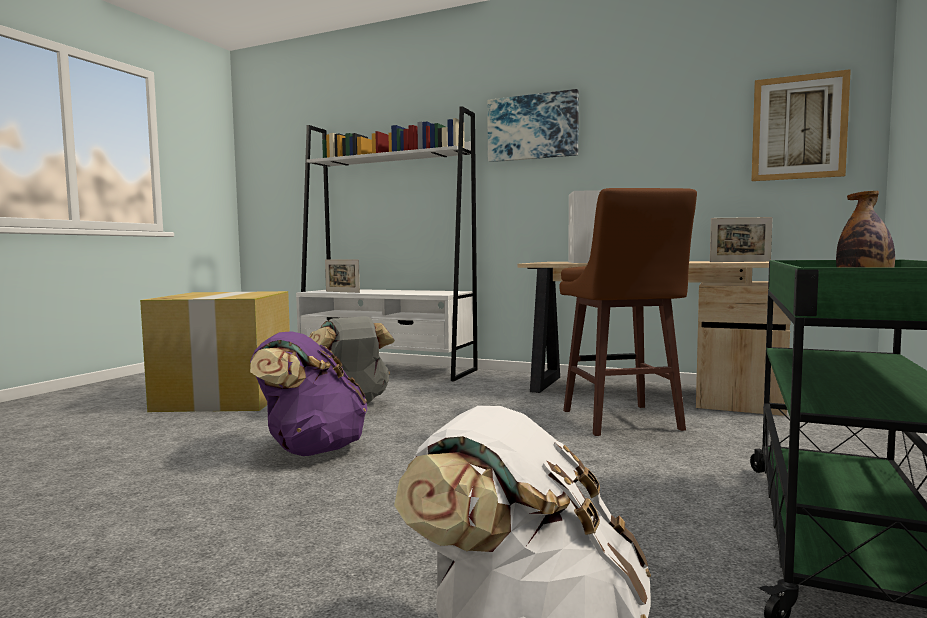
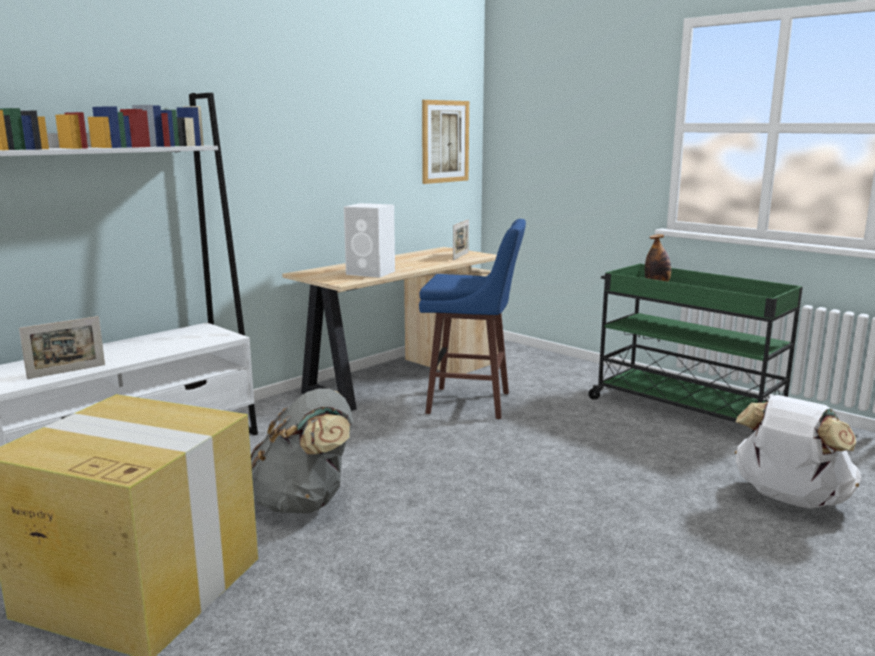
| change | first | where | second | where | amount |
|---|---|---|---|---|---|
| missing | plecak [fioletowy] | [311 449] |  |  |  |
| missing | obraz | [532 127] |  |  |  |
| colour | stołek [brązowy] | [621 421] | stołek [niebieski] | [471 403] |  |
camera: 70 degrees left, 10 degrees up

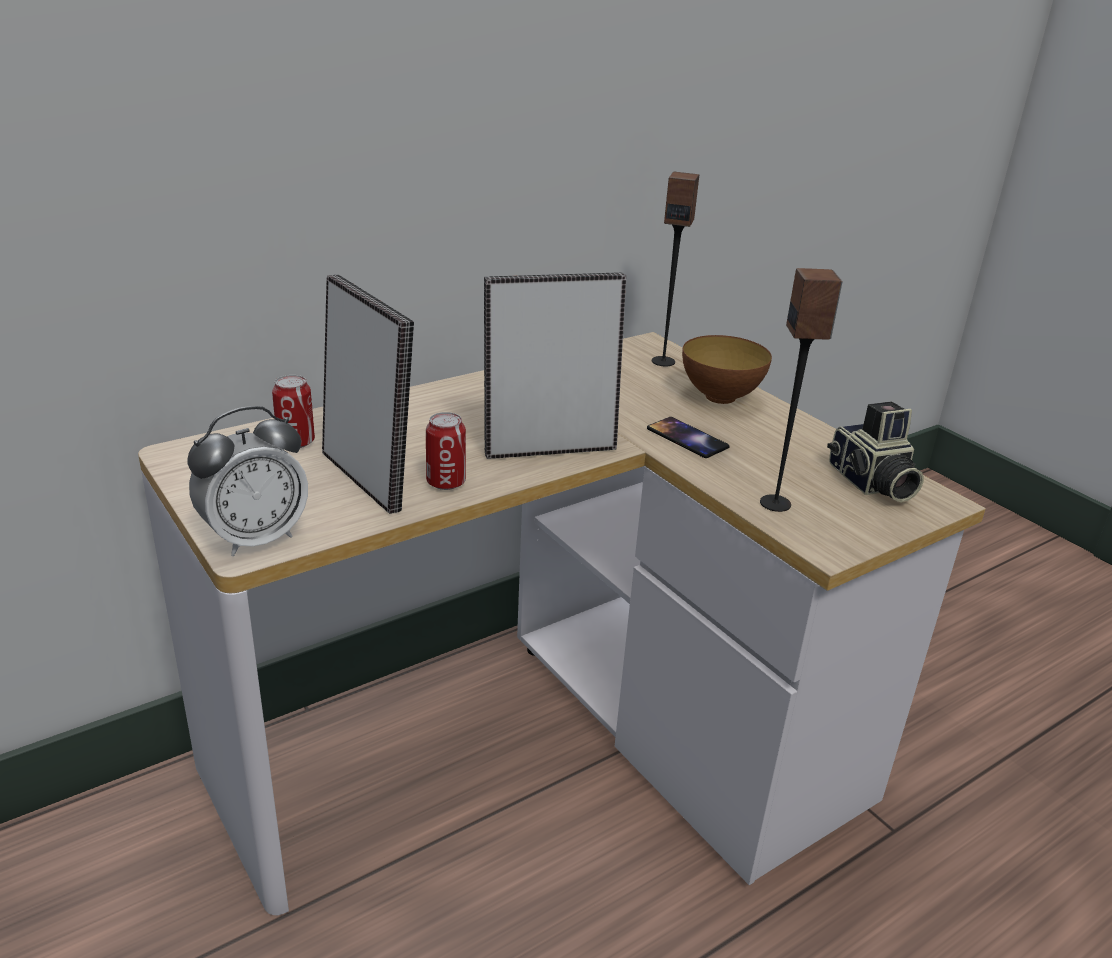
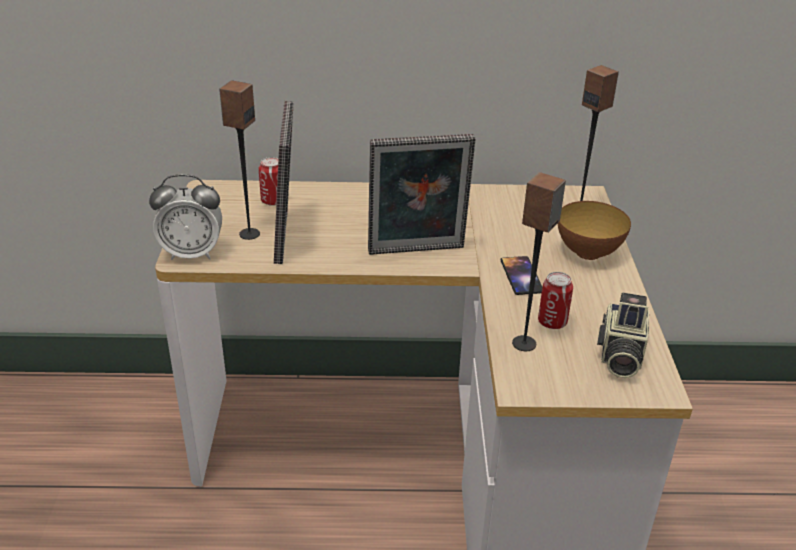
| change | first | where | second | where | amount |
|---|---|---|---|---|---|
| relocated | puszka | [446 482] |  | [552 322] |  |
| spun | ramka na zdjęcie | [549 448] |  | [417 252] | 150 degrees clockwise |
| appeared |  |  | głośnik | [249 234] |  |
camera: 35 degrees right, 5 degrees up

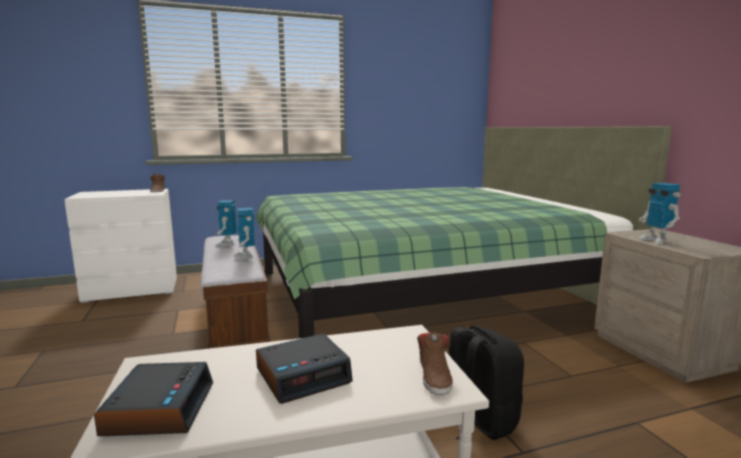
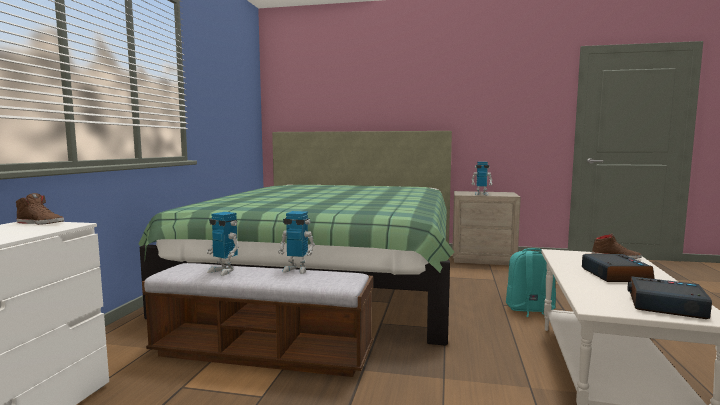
| change | first | where | second | where | amount |
|---|---|---|---|---|---|
| colour | plecak [czarny] | [479 420] | plecak [turkusowy] | [529 309] |  |
camera: 60 degrees left, 5 degrees down

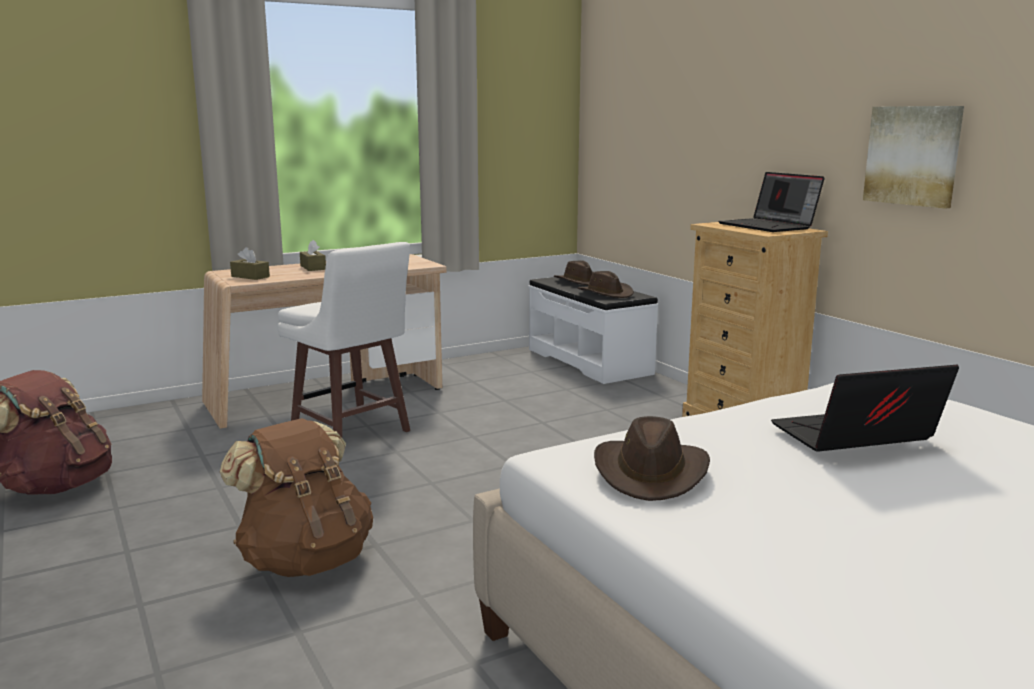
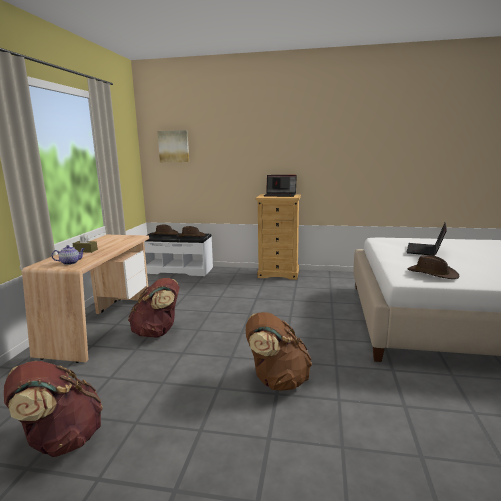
| change | first | where | second | where | amount |
|---|---|---|---|---|---|
| exchanged | pudełko chusteczek [brązowy] | [250 276] | imbryk | [70 262] |  |
| exchanged | stołek [biały] | [351 432] | plecak [brązowy] | [157 332] |  |
| relocated | obraz | [913 155] |  | [174 146] |  |
camera: 50 degrees left, 0 degrees up

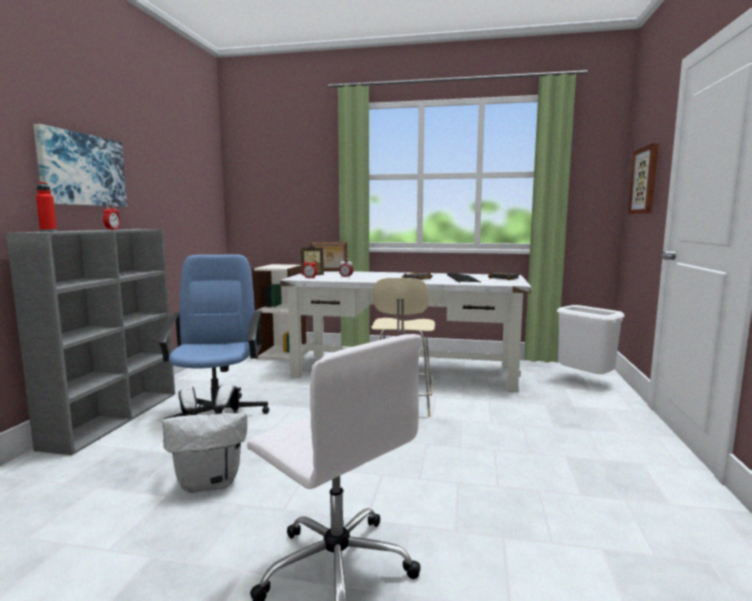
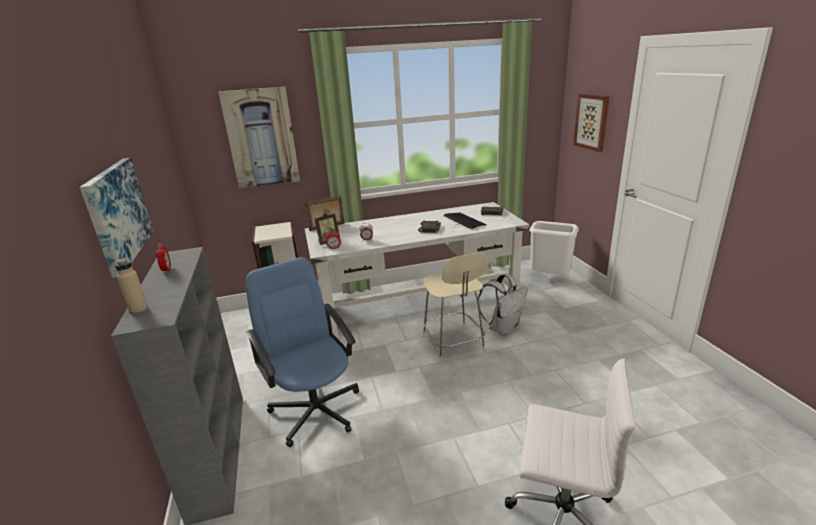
| change | first | where | second | where | amount |
|---|---|---|---|---|---|
| colour | butelka [czerwony] | [48 231] | butelka [beżowy] | [139 310] |  |
| relocated | plecak [biały] | [211 482] |  | [503 328] |  |
| appeared |  |  | obraz | [261 138] |  |
camera: 25 degrees left, 15 degrees up

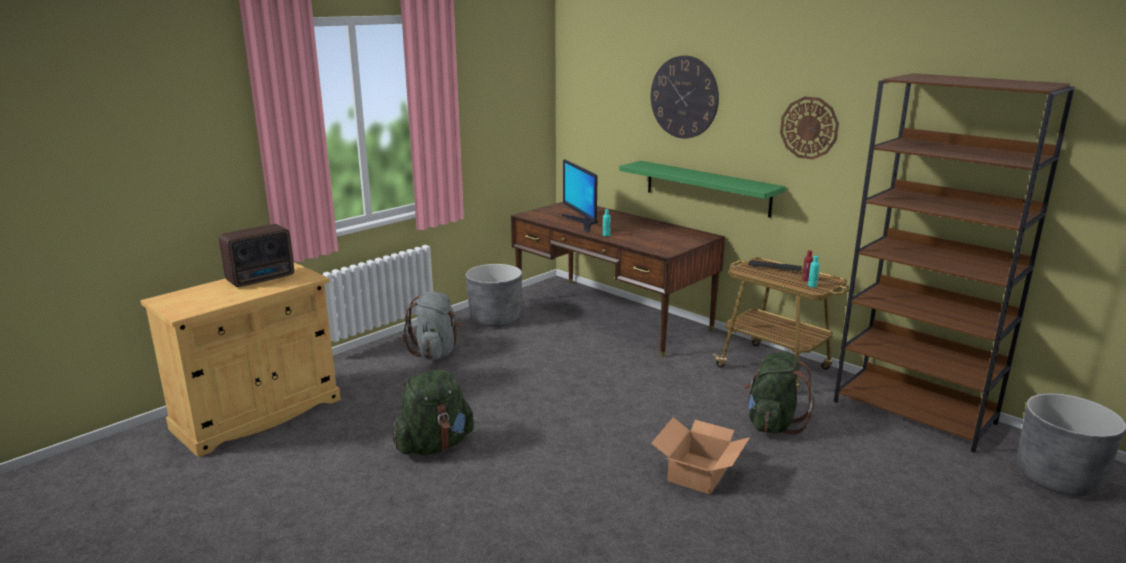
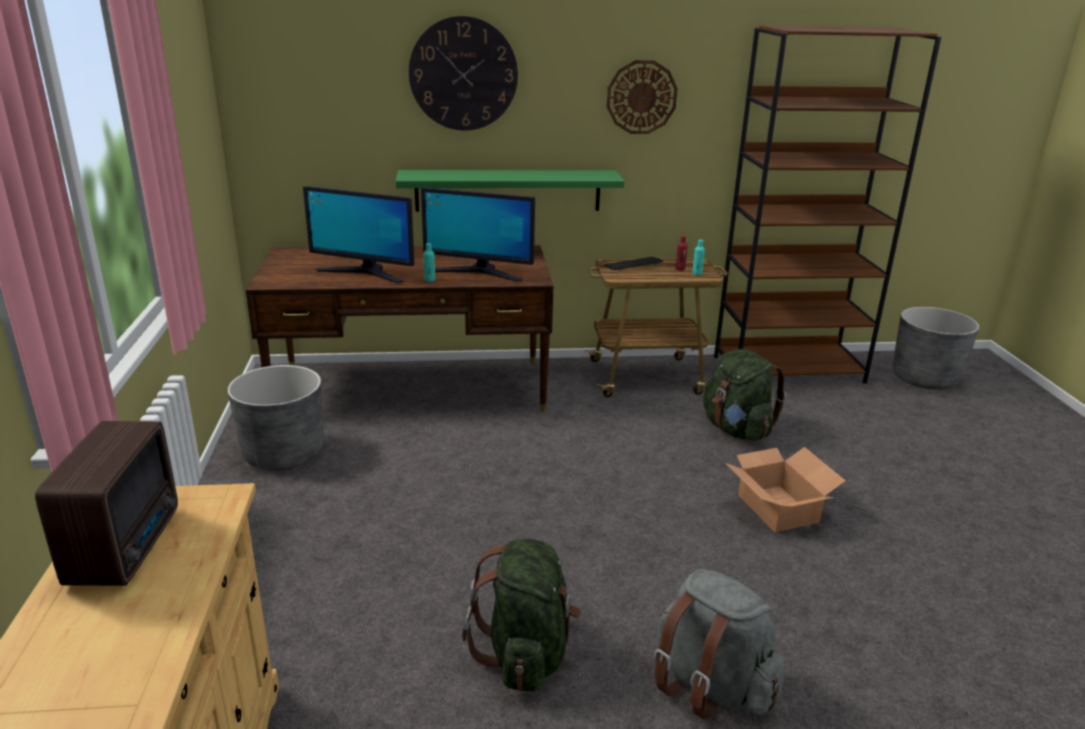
| change | first | where | second | where | amount |
|---|---|---|---|---|---|
| relocated | plecak [szary] | [436 352] |  | [710 685] |  |
| appeared |  |  | monitor | [479 272] |  |
camera: 50 degrees left, 5 degrees up

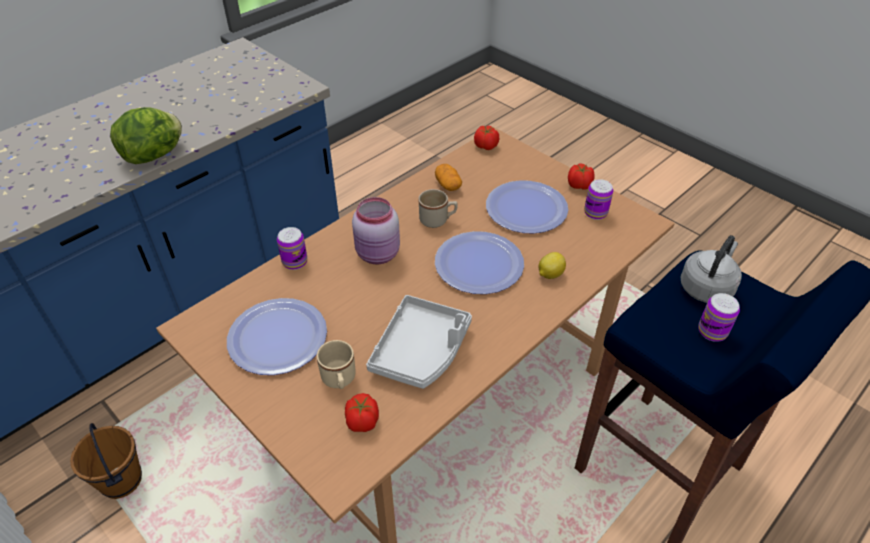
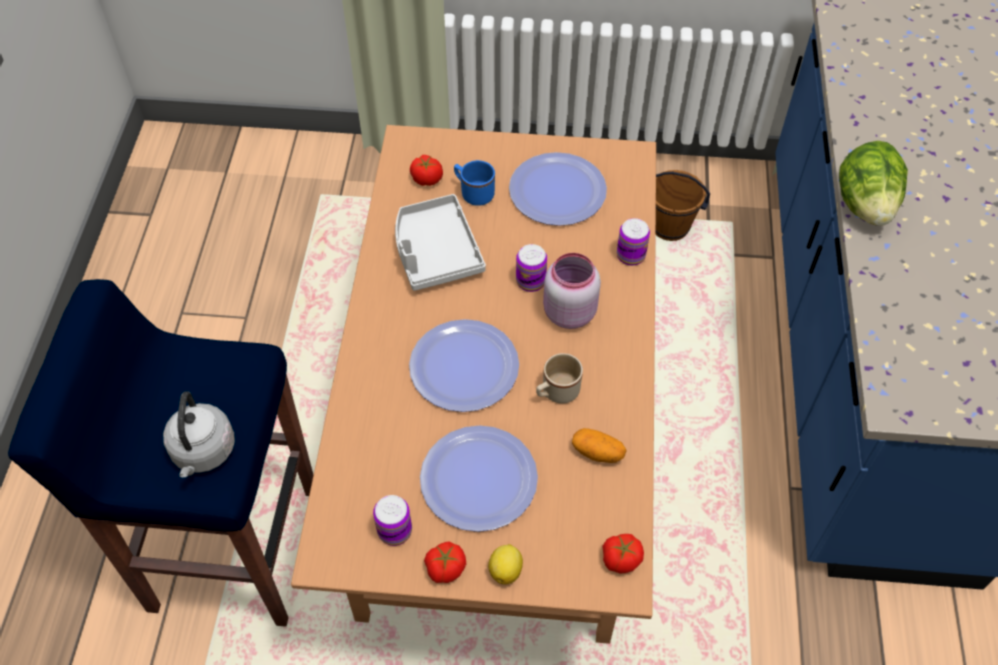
| change | first | where | second | where | amount |
|---|---|---|---|---|---|
| colour | kubek [beżowy] | [339 380] | kubek [niebieski] | [473 193] |  |
| relocated | cytryna | [549 274] |  | [506 570] |  |
| relocated | puszka | [712 331] |  | [530 281] |  |
camera: 140 degrees right, 10 degrees up

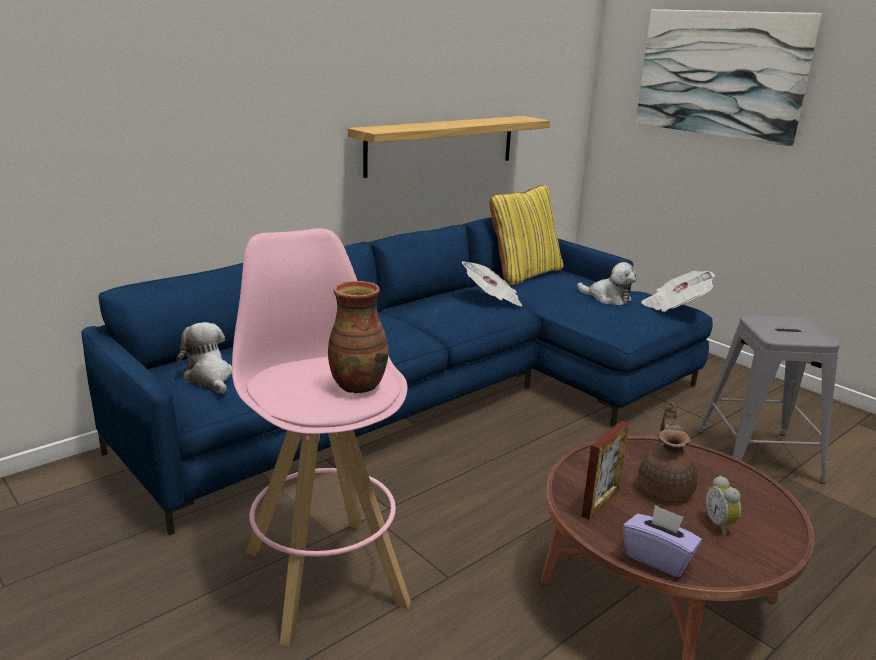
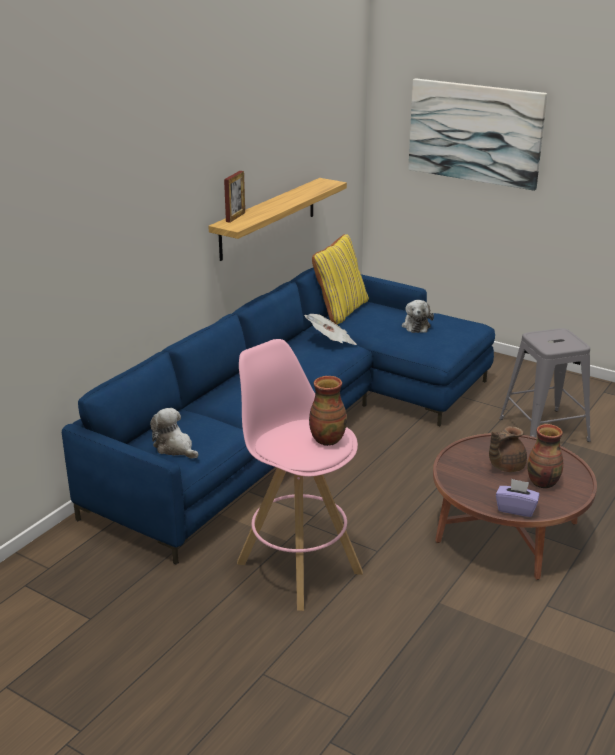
| change | first | where | second | where | amount |
|---|---|---|---|---|---|
| spun | pluszak | [608 298] |  | [416 325] | 75 degrees clockwise |
| relocated | ramka na zdjęcie | [600 503] |  | [235 217] |  |
| spun | imbryk [brązowy] | [665 487] |  | [505 466] | 120 degrees counterclockwise |
| missing | gazeta | [674 307] |  |  |  |
| exchanged | budzik | [720 525] | wazon | [543 483] |  |
camera: 15 degrees left, 5 degrees up

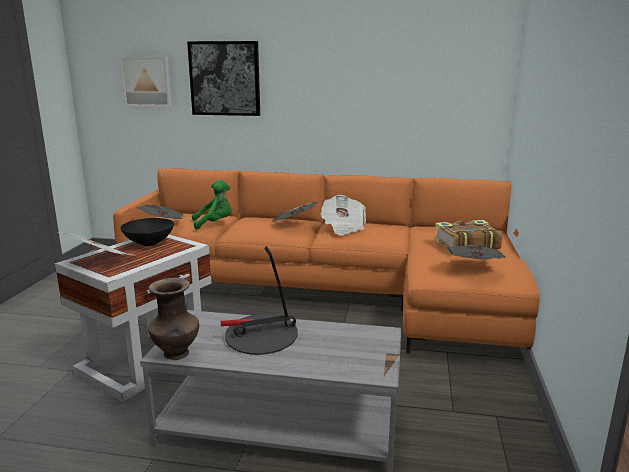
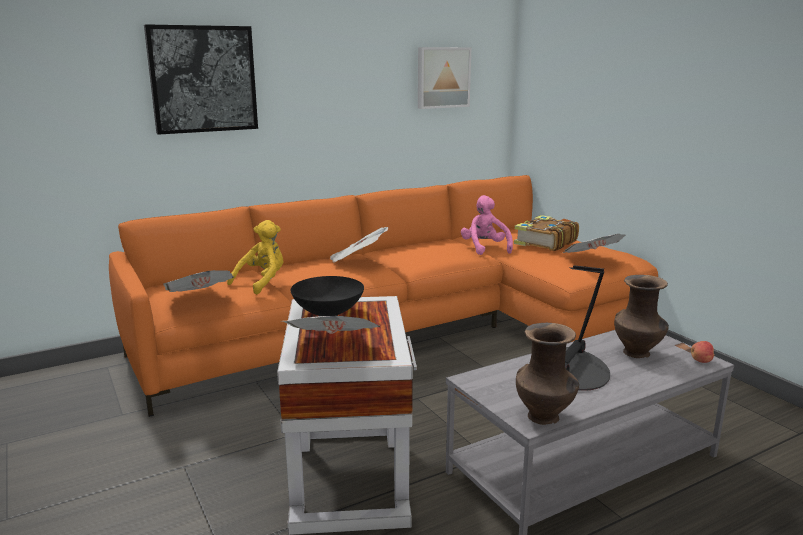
| change | first | where | second | where | amount |
|---|---|---|---|---|---|
| relocated | obraz | [147 81] |  | [442 77] |  |
| colour | pluszak [zielony] | [214 223] | pluszak [żółty] | [262 282] |  |
| missing | gazeta | [343 227] |  |  |  |
| appeared |  |  | pluszak [różowy] | [485 248] |  |
| appeared |  |  | wazon [brązowy] | [637 353] |  |
| appeared |  |  | jabłko | [701 361] |  |
camera: 40 degrees left, 0 degrees up

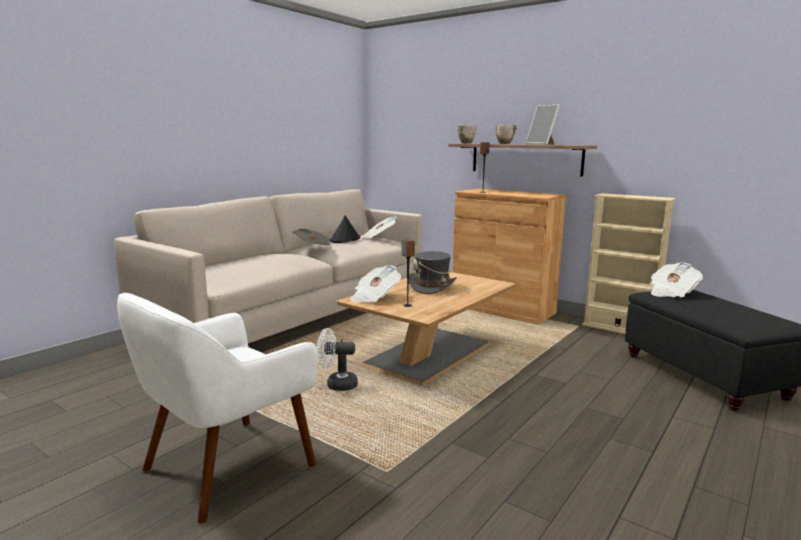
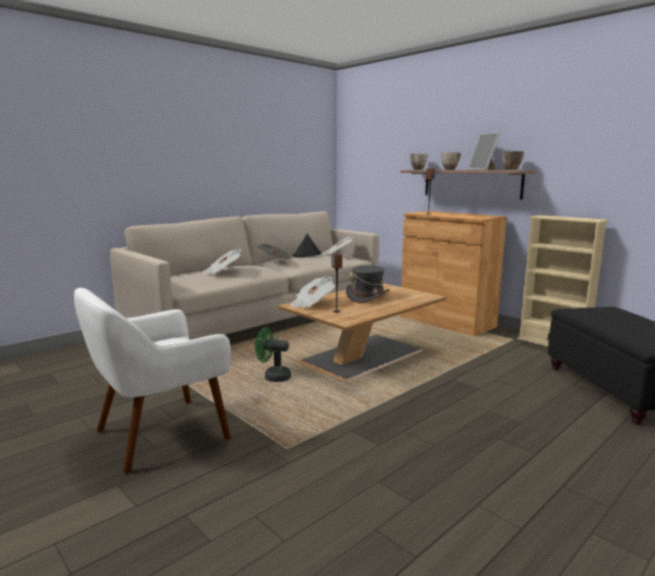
| change | first | where | second | where | amount |
|---|---|---|---|---|---|
| colour | wentylator [biały] | [336 385] | wentylator [zielony] | [273 377] |  |
| relocated | gazeta | [671 293] |  | [222 272] |  |
| appeared |  |  | miska | [510 169] |  |
camera: 10 degrees right, 0 degrees up

